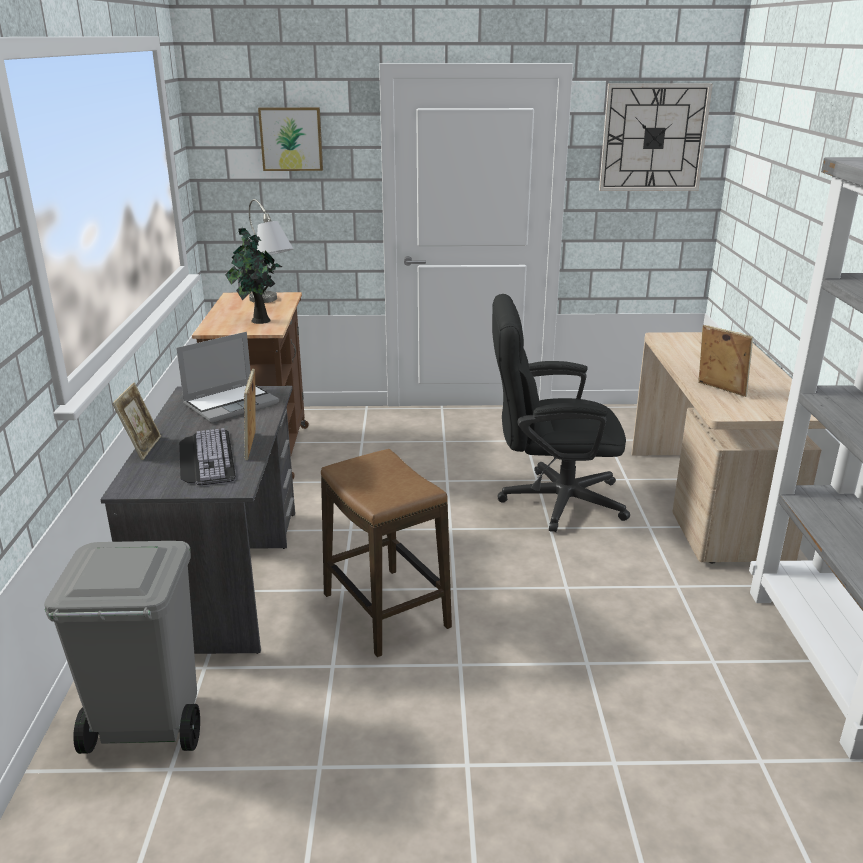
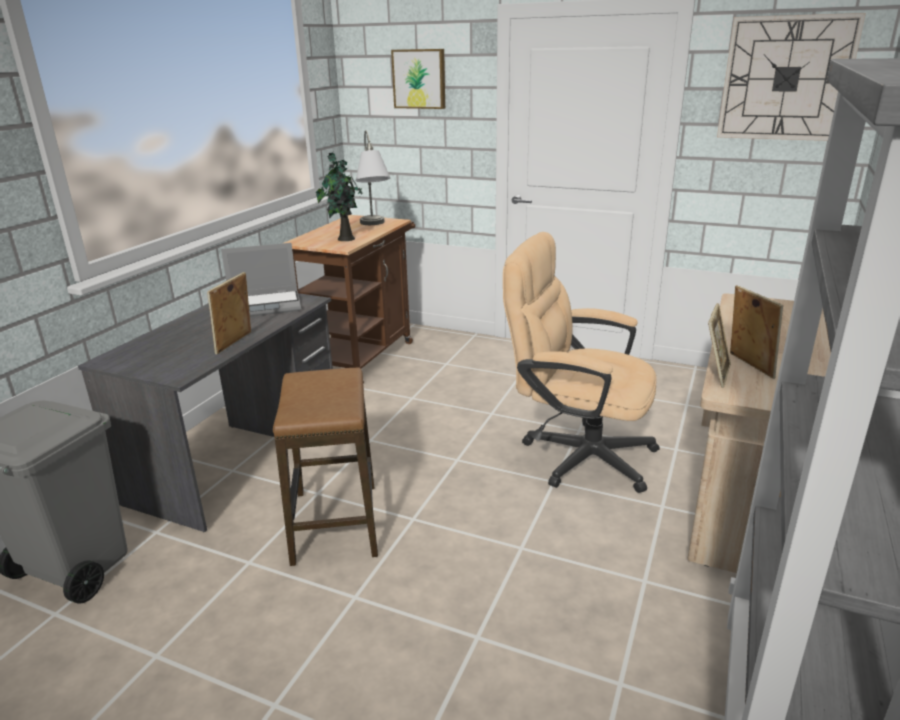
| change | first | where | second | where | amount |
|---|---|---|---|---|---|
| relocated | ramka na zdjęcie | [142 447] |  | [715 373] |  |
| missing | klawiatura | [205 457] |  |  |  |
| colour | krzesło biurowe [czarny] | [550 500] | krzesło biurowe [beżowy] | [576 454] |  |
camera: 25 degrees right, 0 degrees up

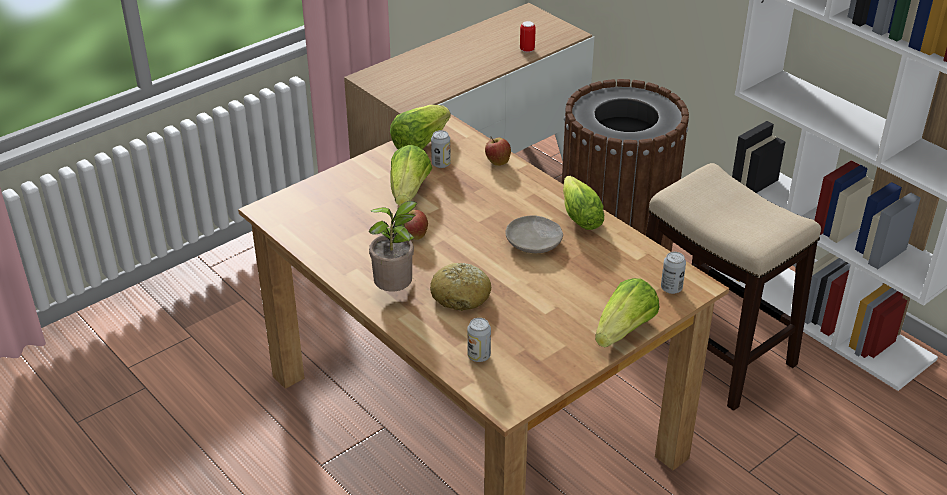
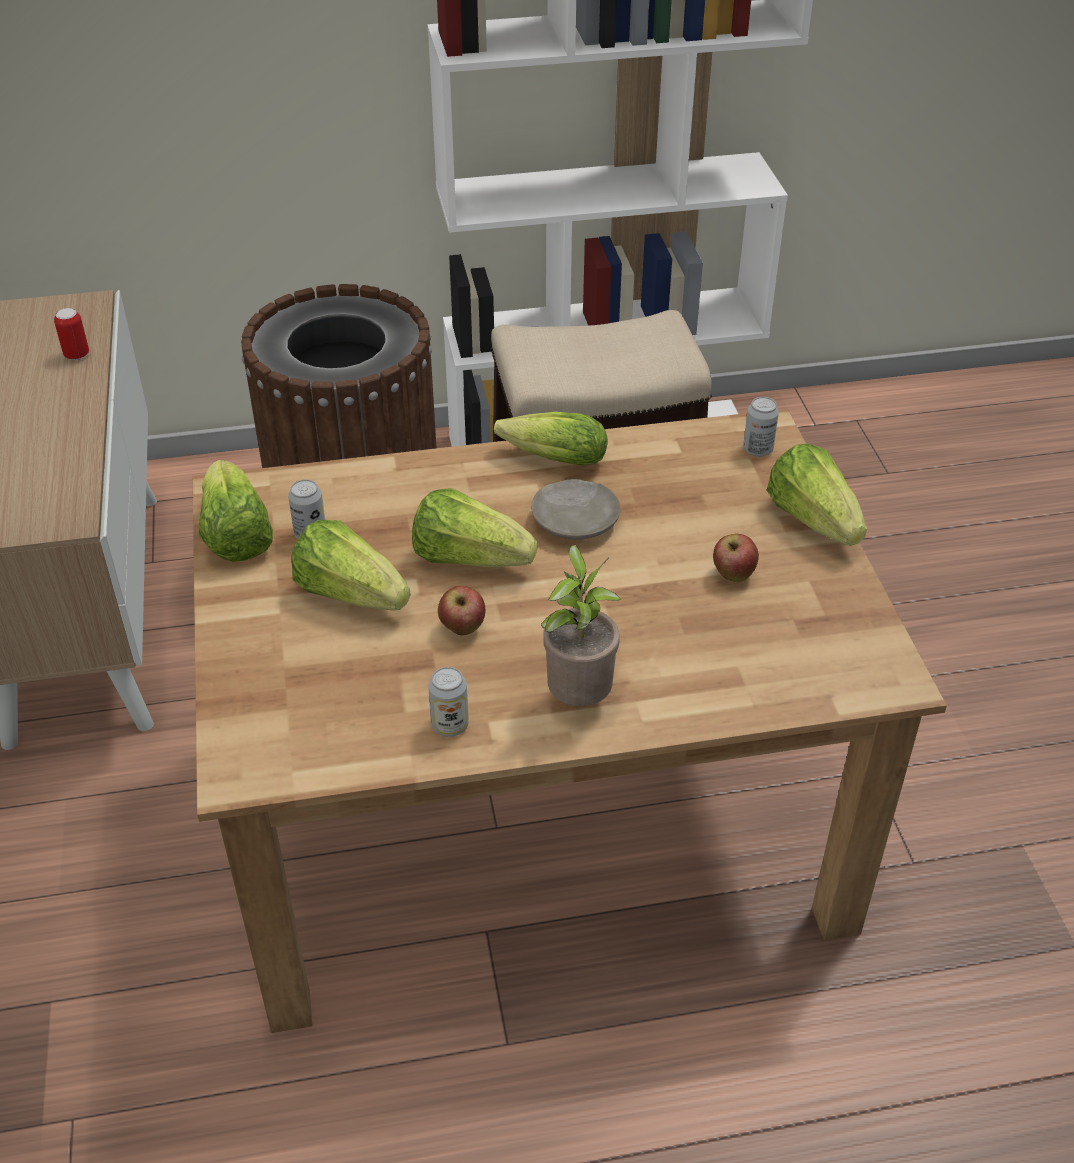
| change | first | where | second | where | amount |
|---|---|---|---|---|---|
| missing | chleb | [461 296] |  |  |  |
| relocated | puszka | [479 356] |  | [450 725] |  |
| relocated | jabłko | [497 162] |  | [733 575] |  |
| appeared |  |  | sałata | [469 558] |  |
camera: 60 degrees left, 5 degrees up

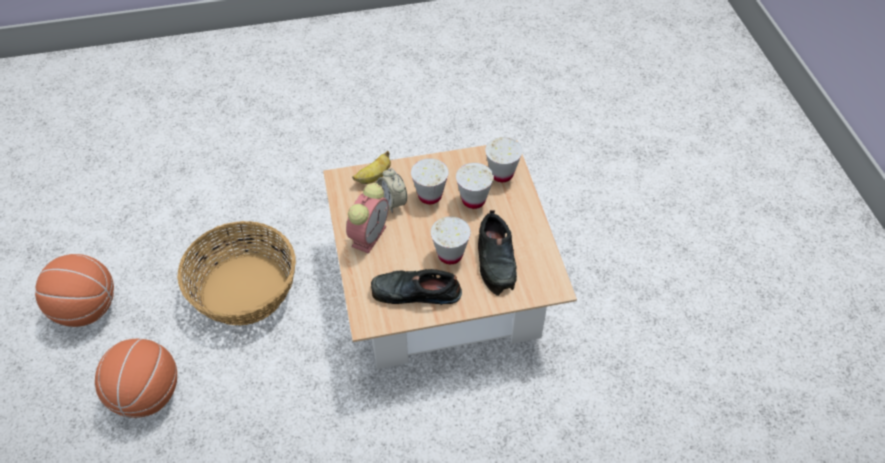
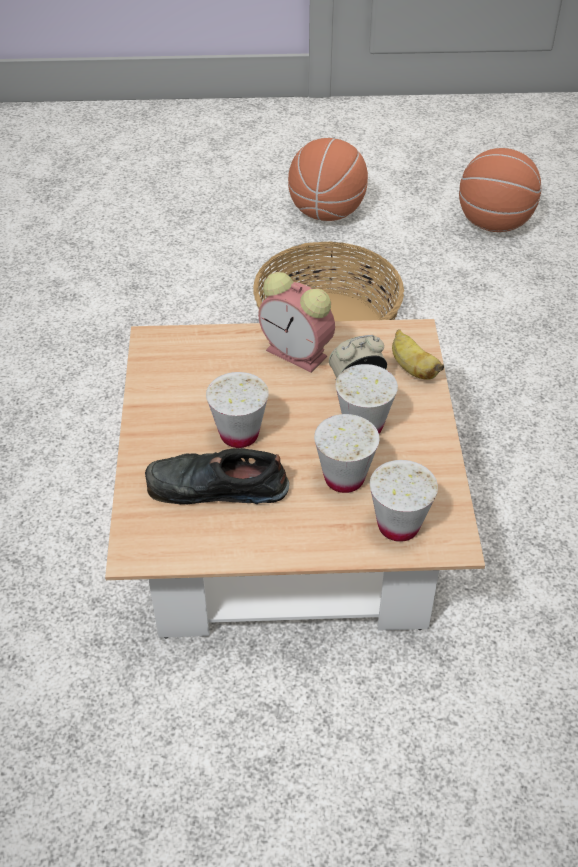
| change | first | where | second | where | amount |
|---|---|---|---|---|---|
| relocated | piłka do koszykówki | [146 396] |  | [493 223] |  |
| missing | but [czarny] | [414 292] |  |  |  |
camera: 100 degrees right, 5 degrees down

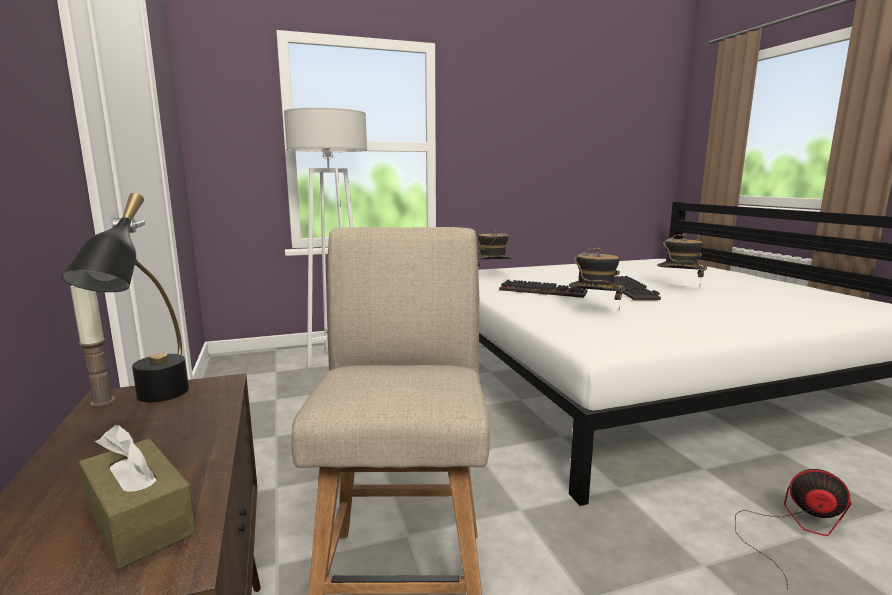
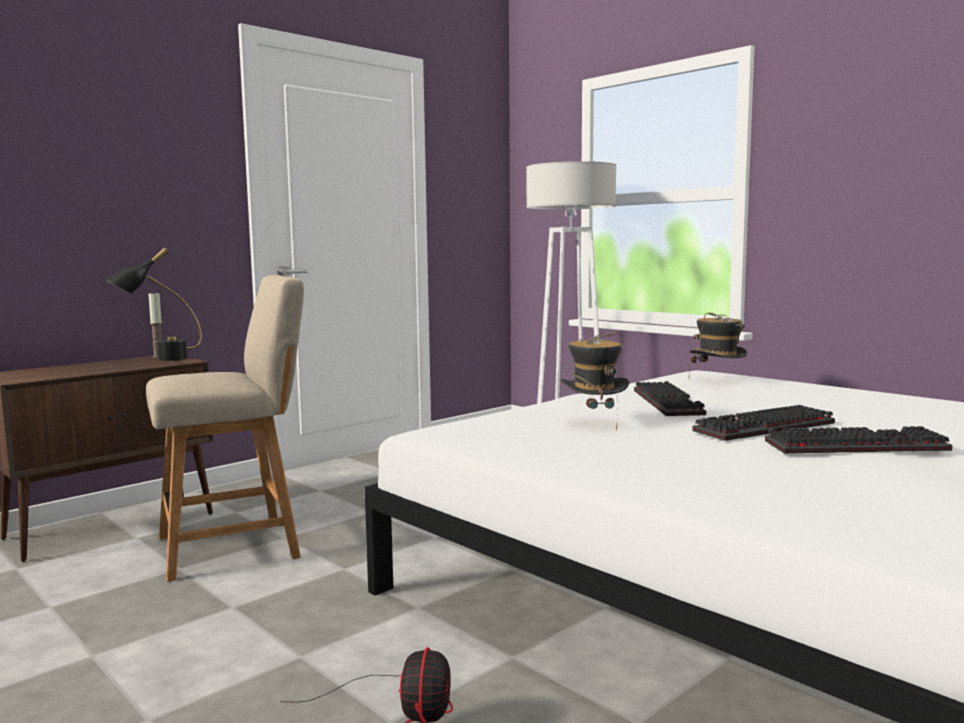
| change | first | where | second | where | amount |
|---|---|---|---|---|---|
| missing | pudełko chusteczek [brązowy] | [140 520] |  |  |  |
| exchanged | kapelusz | [678 287] | klawiatura | [856 445] |  |
camera: 65 degrees right, 5 degrees down

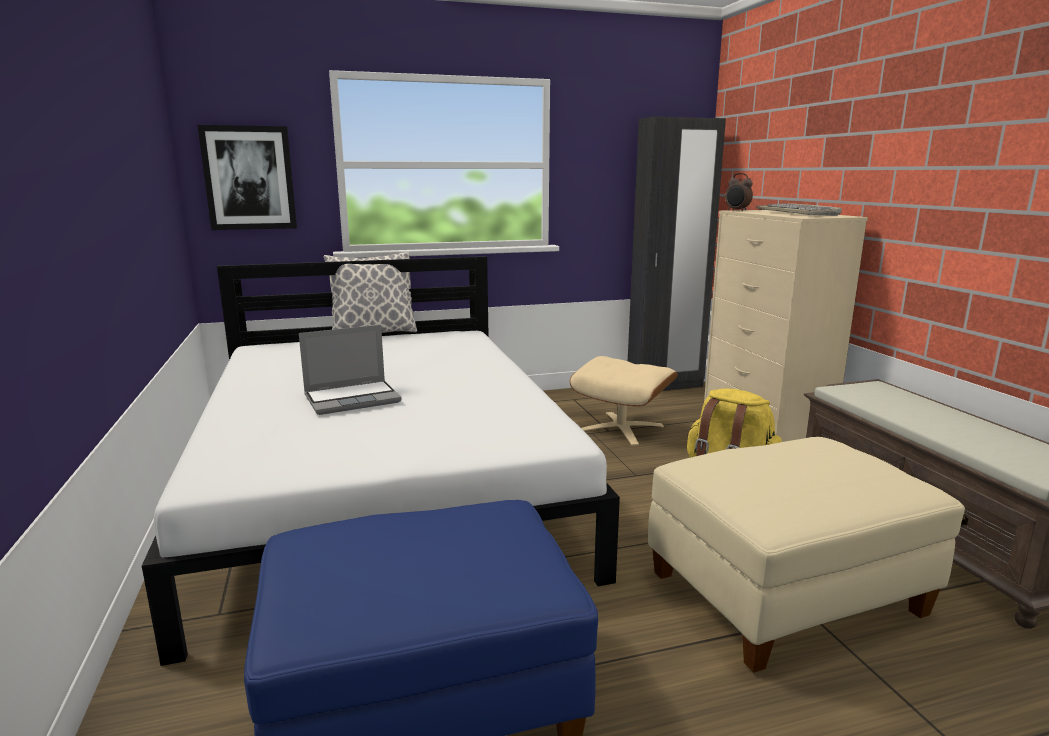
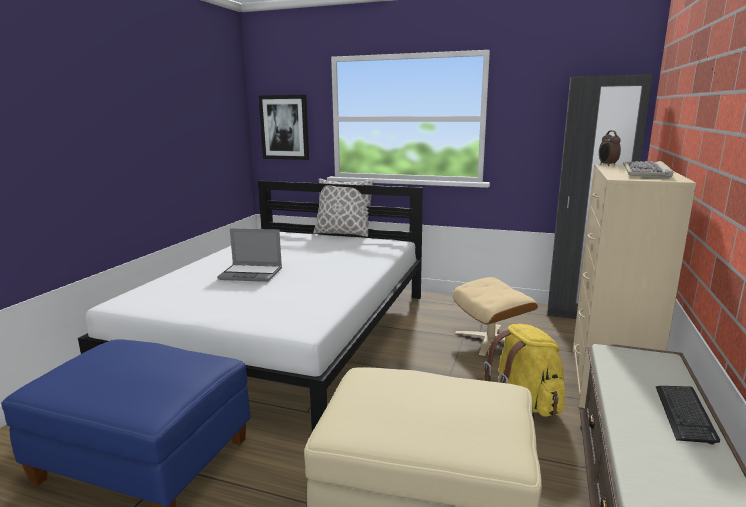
| change | first | where | second | where | amount |
|---|---|---|---|---|---|
| appeared |  |  | klawiatura | [684 414] |  |
camera: 35 degrees right, 0 degrees up

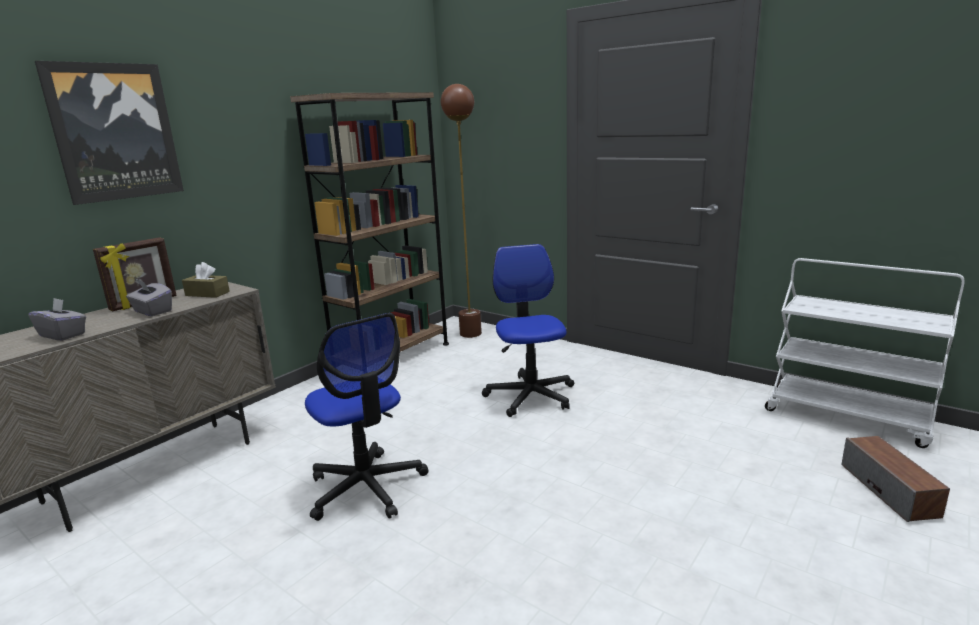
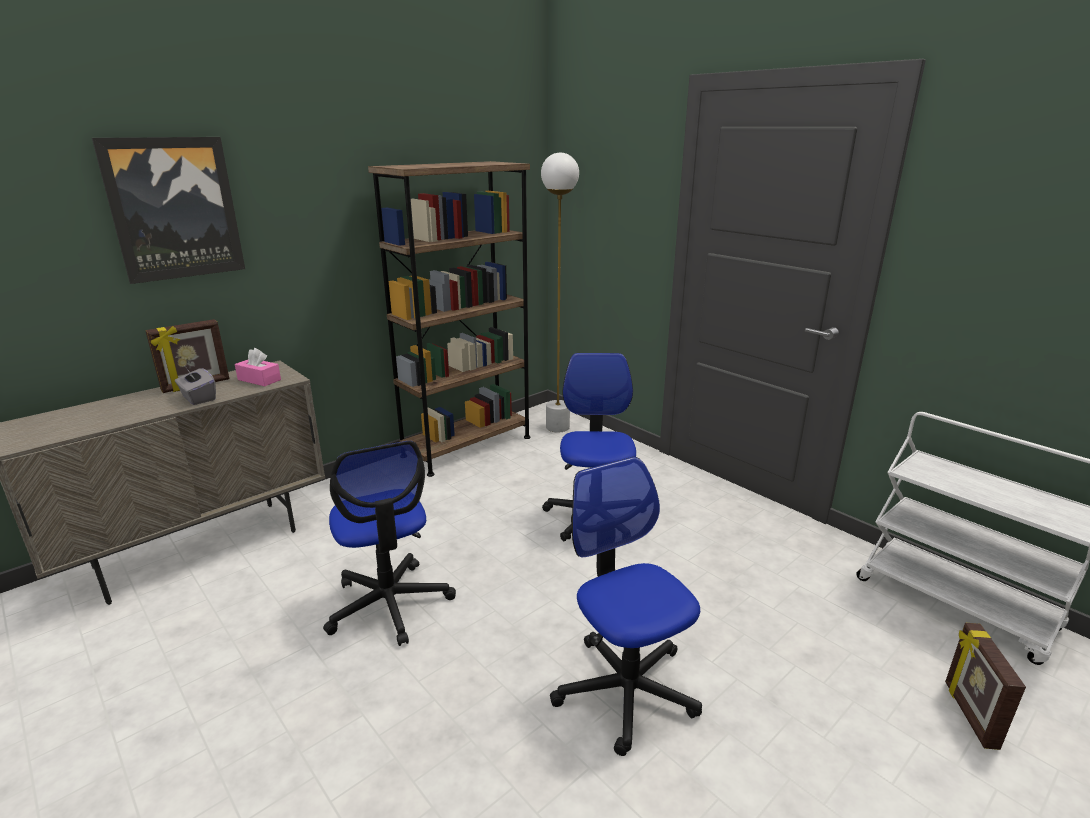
| change | first | where | second | where | amount |
|---|---|---|---|---|---|
| missing | pudełko chusteczek [szary] | [63 335] |  |  |  |
| colour | pudełko chusteczek [brązowy] | [207 293] | pudełko chusteczek [różowy] | [259 380] |  |
| colour | lampa stojąca [brązowy] | [470 333] | lampa stojąca [biały] | [557 427] |  |
| exchanged | głośnik | [889 490] | ramka na zdjęcie | [969 714] |  |
| appeared |  |  | krzesło biurowe | [626 690] |  |
camera: 10 degrees right, 5 degrees up

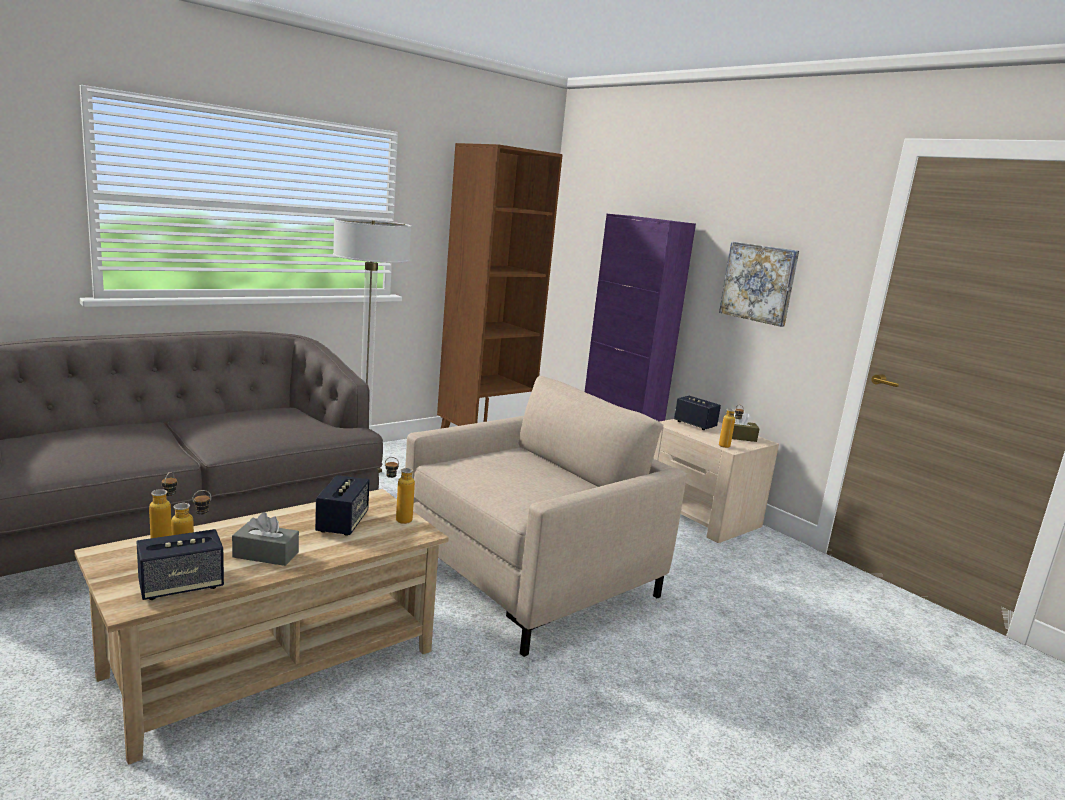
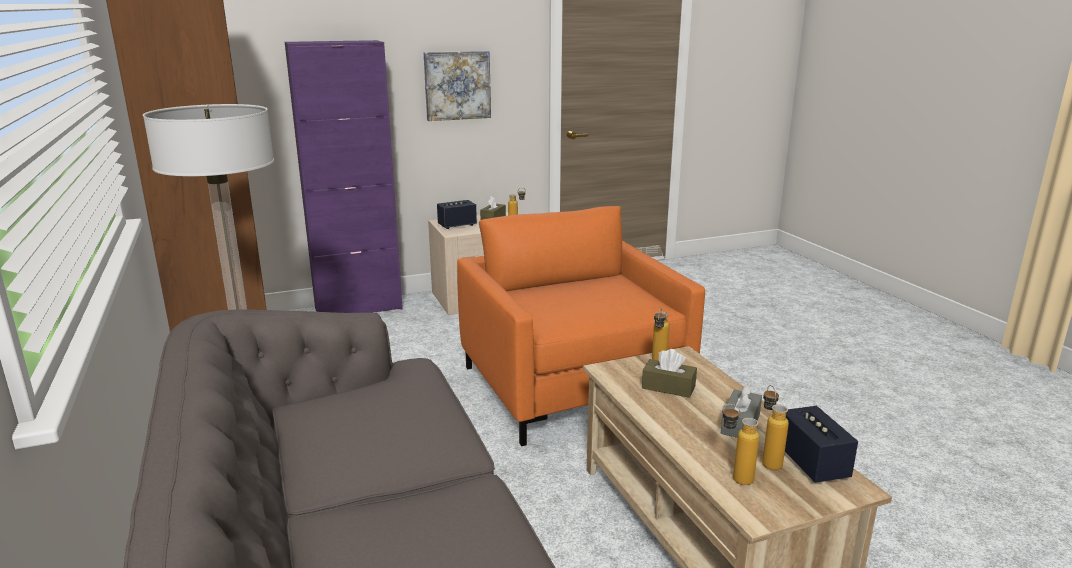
| change | first | where | second | where | amount |
|---|---|---|---|---|---|
| exchanged | głośnik | [342 523] | pudełko chusteczek [brązowy] | [668 387] |  |
| colour | fotel [beżowy] | [531 579] | fotel [pomarańczowy] | [573 386] |  |
camera: 70 degrees left, 5 degrees up

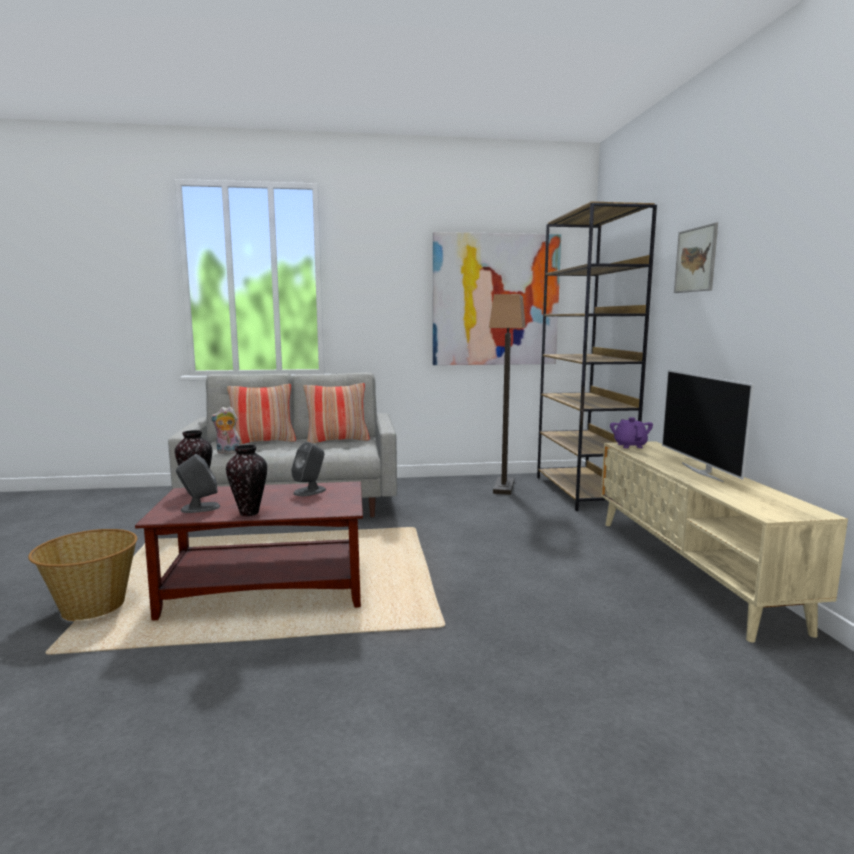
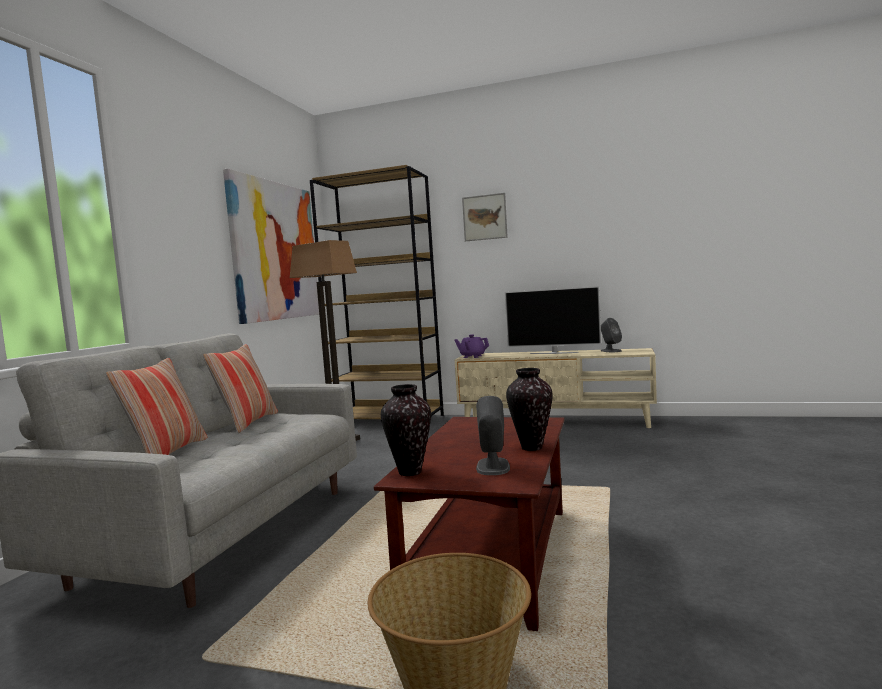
| change | first | where | second | where | amount |
|---|---|---|---|---|---|
| missing | pluszak | [227 452] |  |  |  |
| relocated | głośnik [szary] | [310 491] |  | [610 351] |  |
camera: 65 degrees left, 5 degrees down

